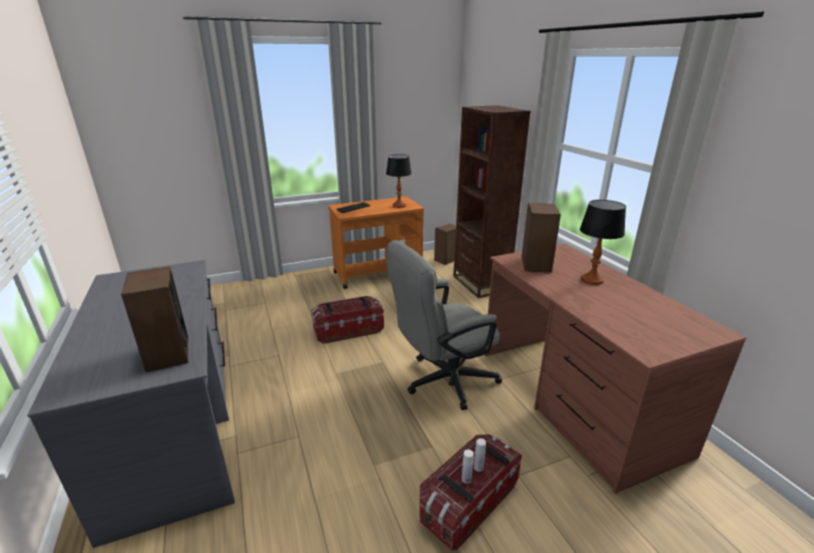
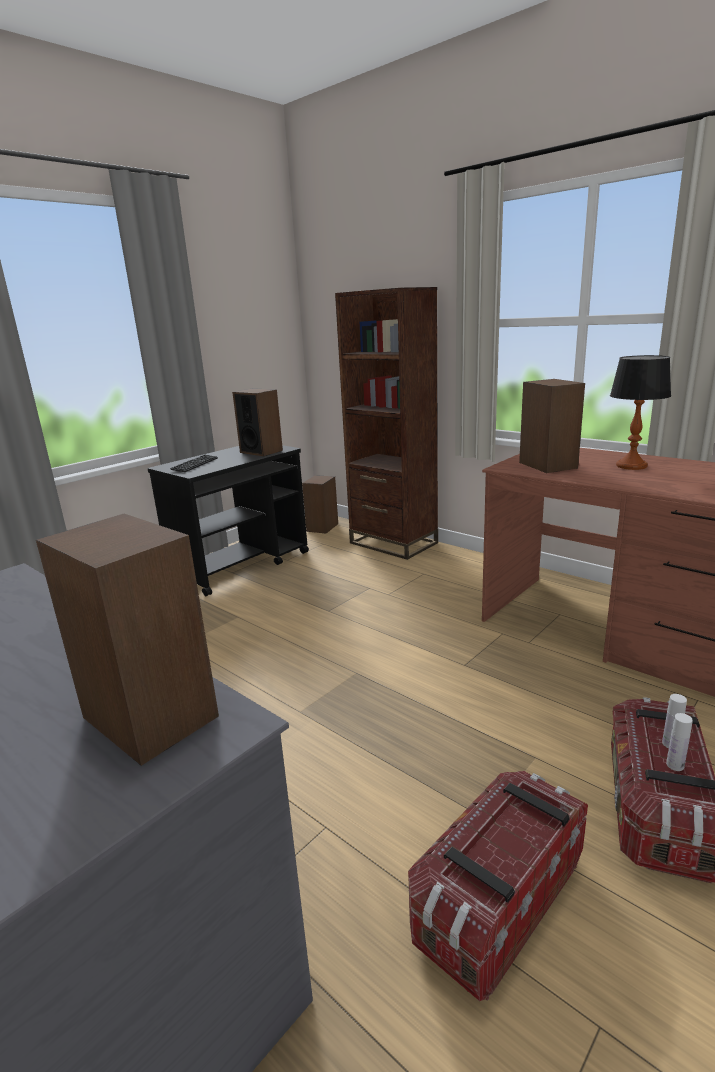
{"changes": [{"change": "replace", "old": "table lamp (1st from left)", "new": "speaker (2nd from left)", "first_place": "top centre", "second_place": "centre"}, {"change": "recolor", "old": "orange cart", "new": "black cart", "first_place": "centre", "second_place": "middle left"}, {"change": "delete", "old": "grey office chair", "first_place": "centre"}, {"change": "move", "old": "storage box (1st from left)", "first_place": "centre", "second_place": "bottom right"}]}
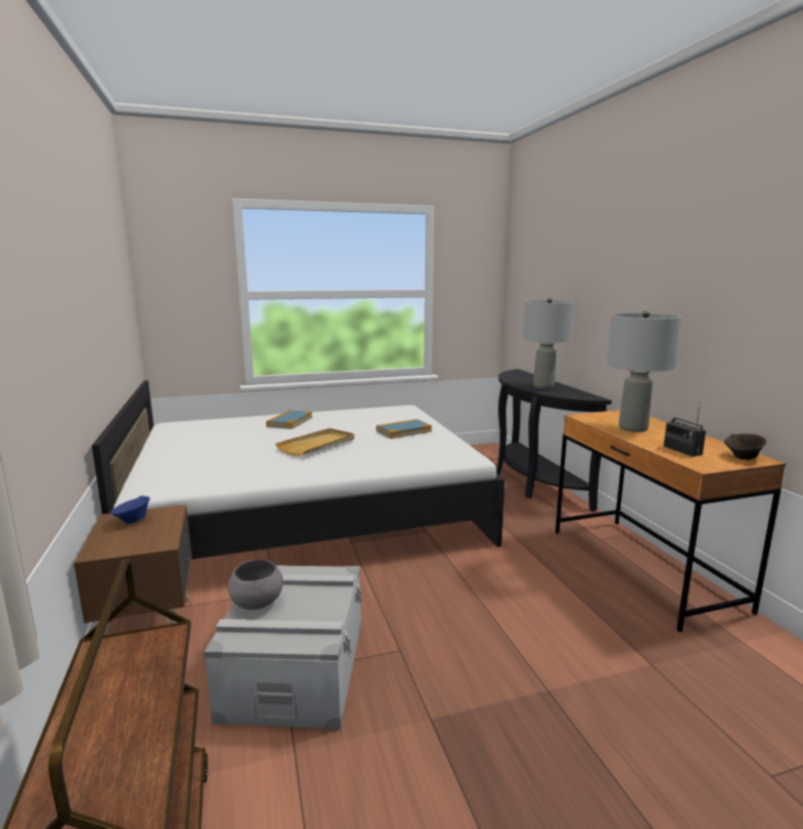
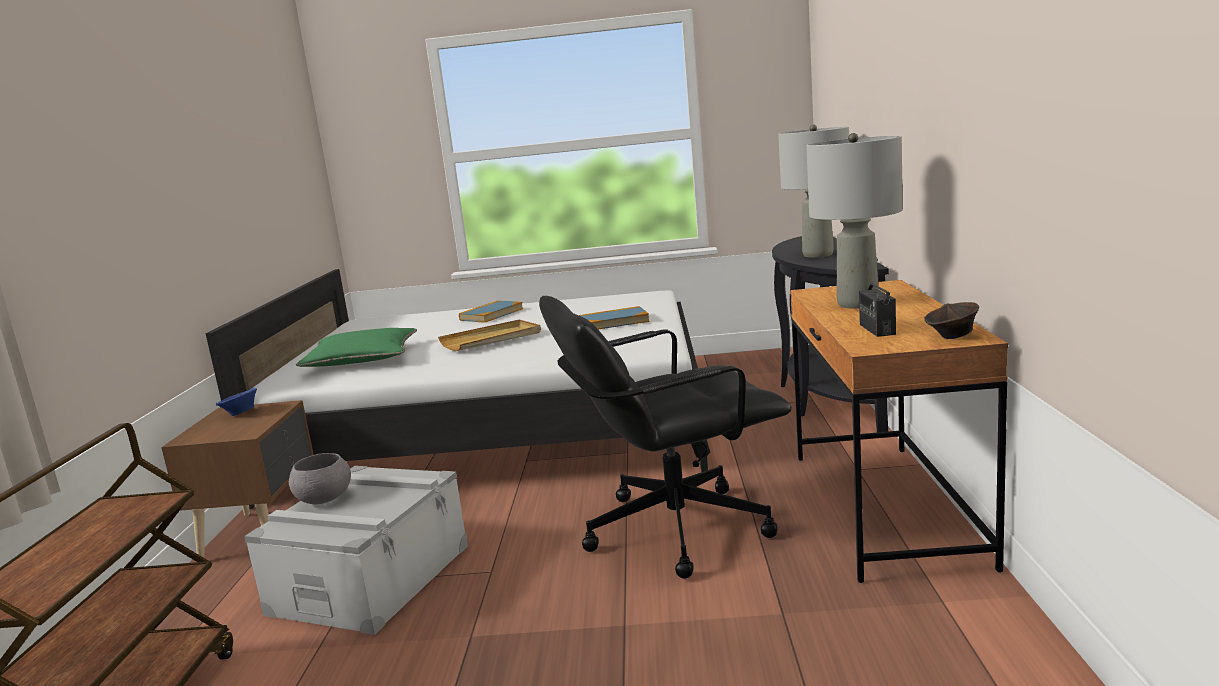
{"changes": [{"change": "insert", "new": "black office chair", "second_place": "centre"}, {"change": "insert", "new": "green pillow", "second_place": "middle left"}]}
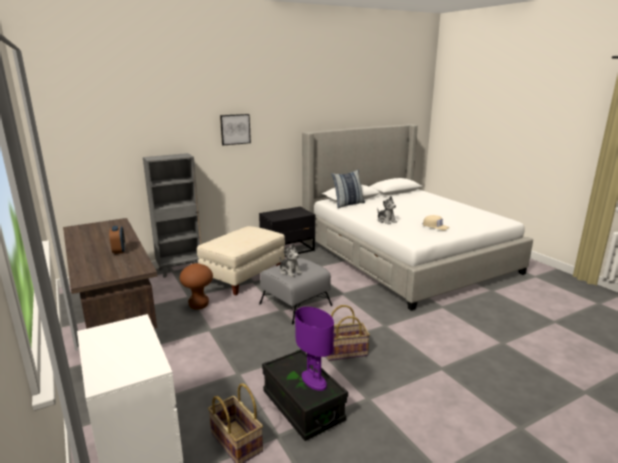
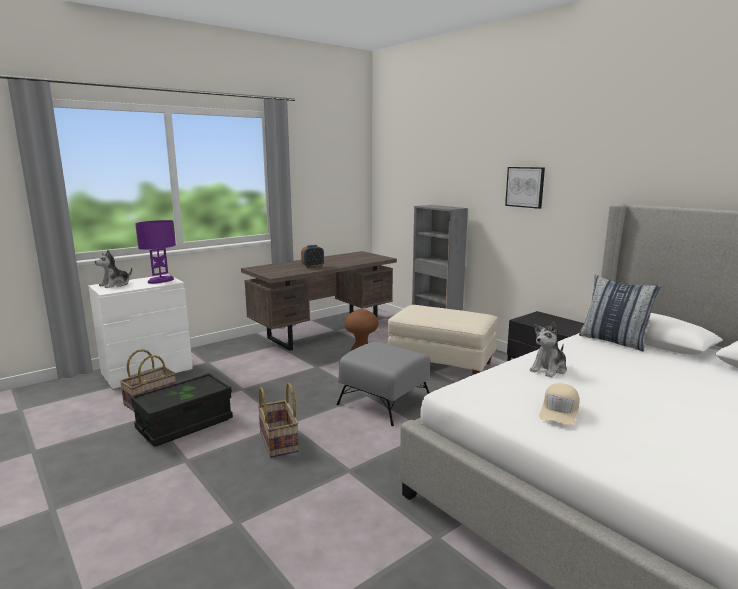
{"changes": [{"change": "move", "old": "plush toy (1st from left)", "first_place": "centre", "second_place": "middle left"}, {"change": "move", "old": "purple table lamp", "first_place": "bottom centre", "second_place": "middle left"}]}
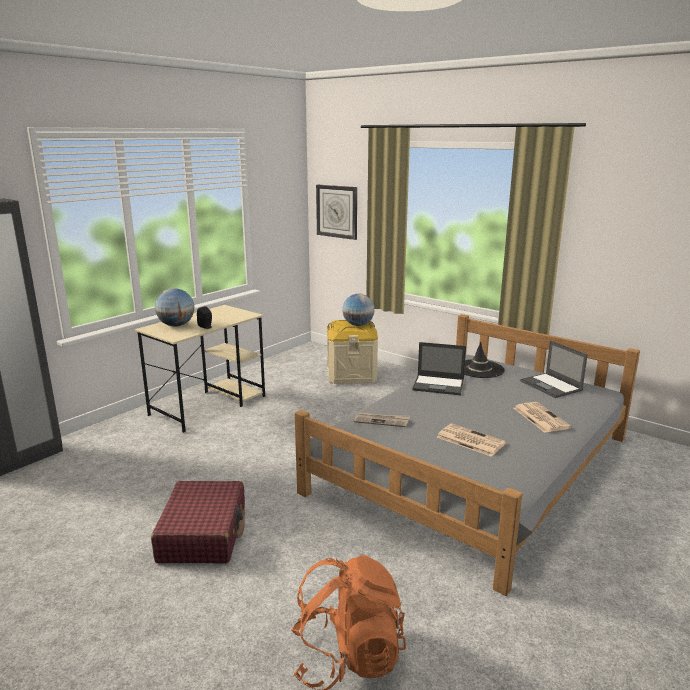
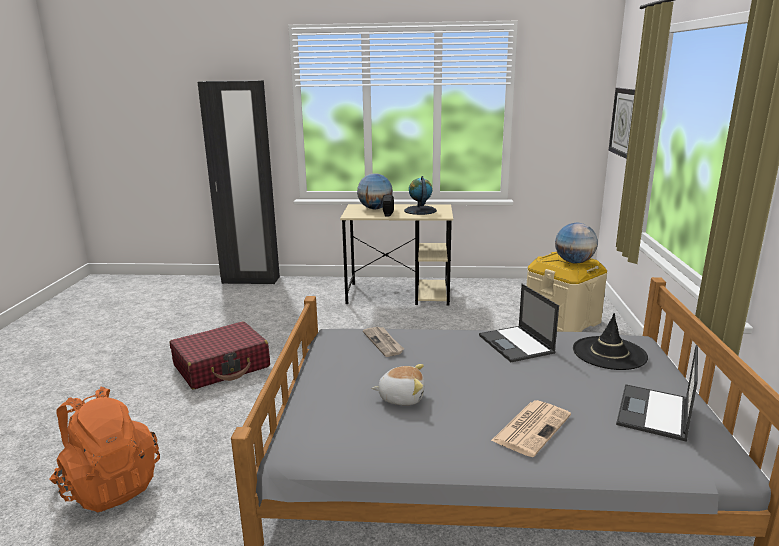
{"changes": [{"change": "replace", "old": "newspaper (2nd from left)", "new": "plush toy", "first_place": "middle right", "second_place": "bottom centre"}, {"change": "insert", "new": "globe (2nd from left)", "second_place": "centre"}]}
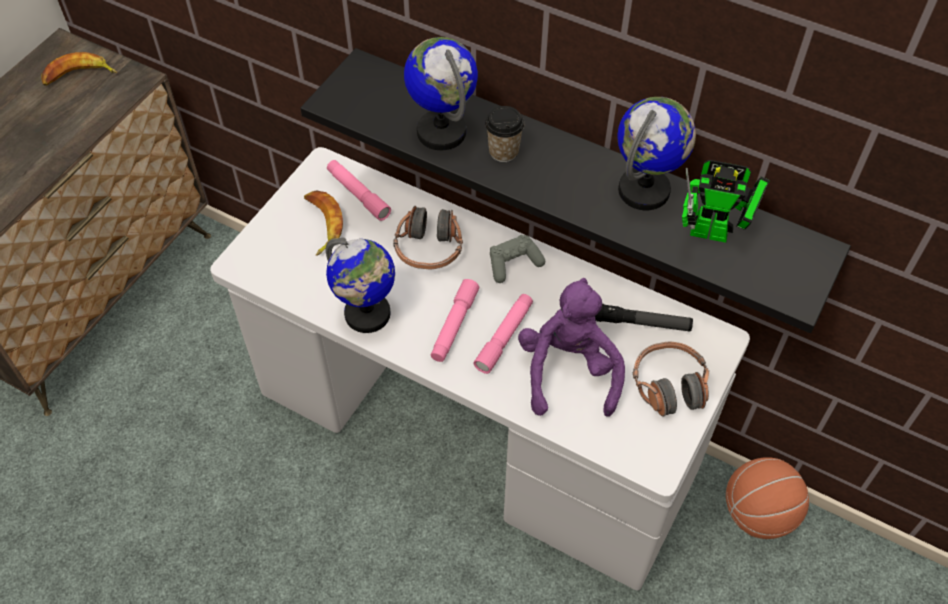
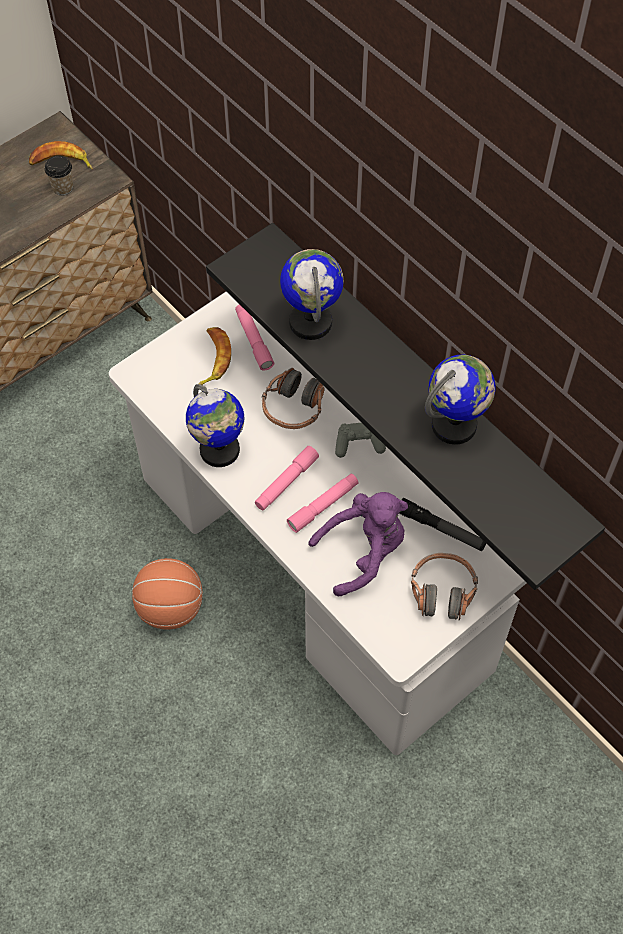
{"changes": [{"change": "move", "old": "cup", "first_place": "top centre", "second_place": "top left"}, {"change": "delete", "old": "toy robot", "first_place": "top right"}, {"change": "rotate", "old": "purple plush toy", "first_place": "centre", "second_place": "centre", "degrees": 45}, {"change": "move", "old": "basketball", "first_place": "bottom right", "second_place": "middle left"}]}
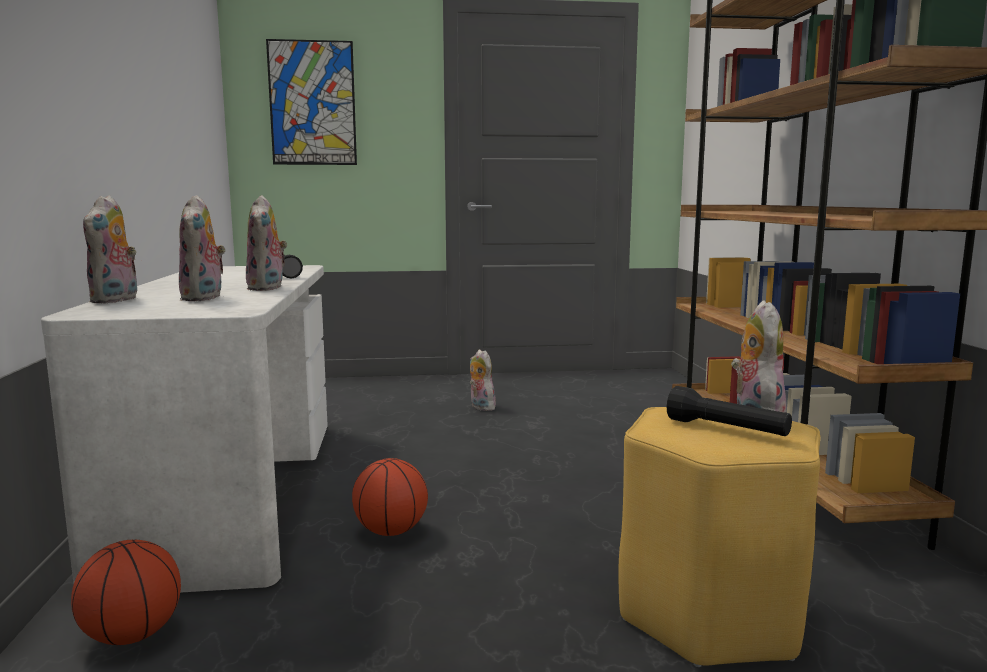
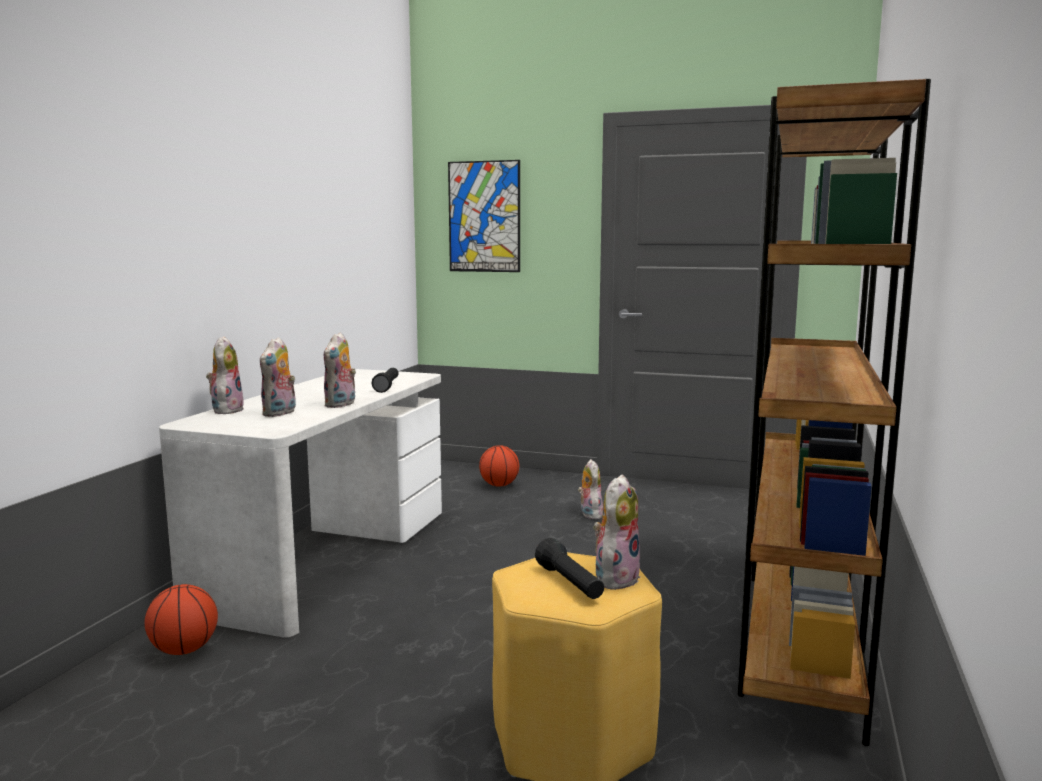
{"changes": [{"change": "rotate", "old": "plush toy (1st from left)", "first_place": "middle left", "second_place": "middle left", "degrees": 150}, {"change": "move", "old": "basketball (2nd from left)", "first_place": "bottom centre", "second_place": "centre"}]}
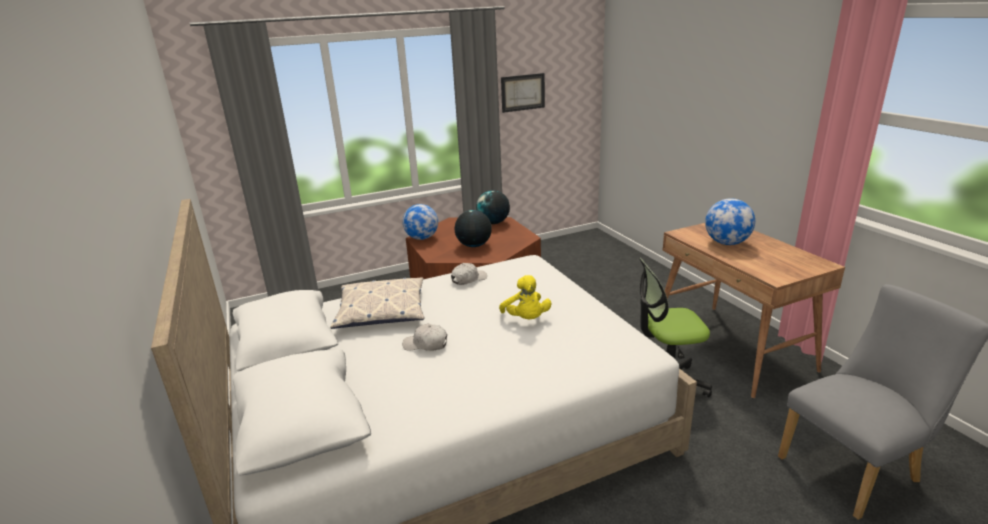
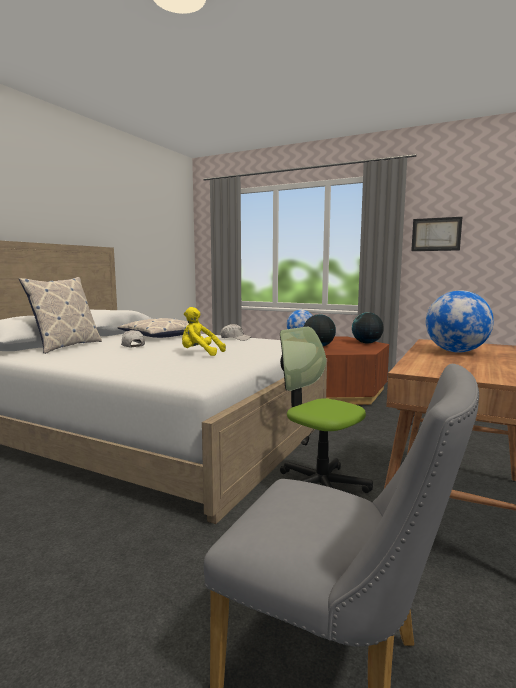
{"changes": [{"change": "rotate", "old": "yellow plush toy", "first_place": "centre", "second_place": "centre", "degrees": 75}, {"change": "insert", "new": "pillow (1st from left)", "second_place": "middle left"}]}
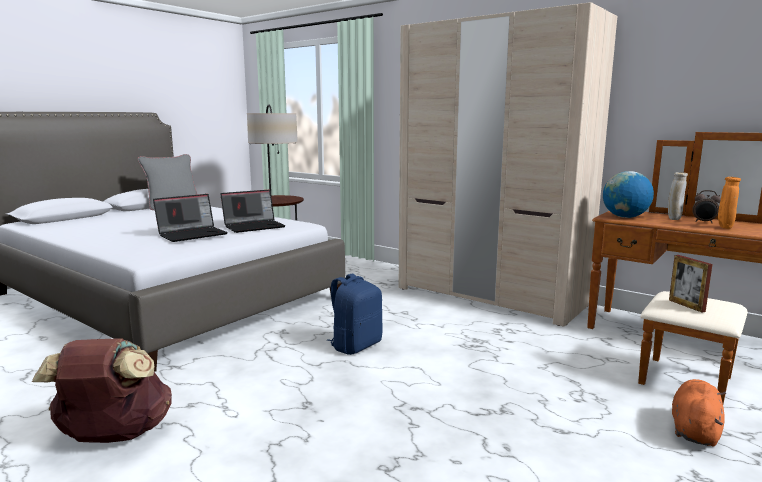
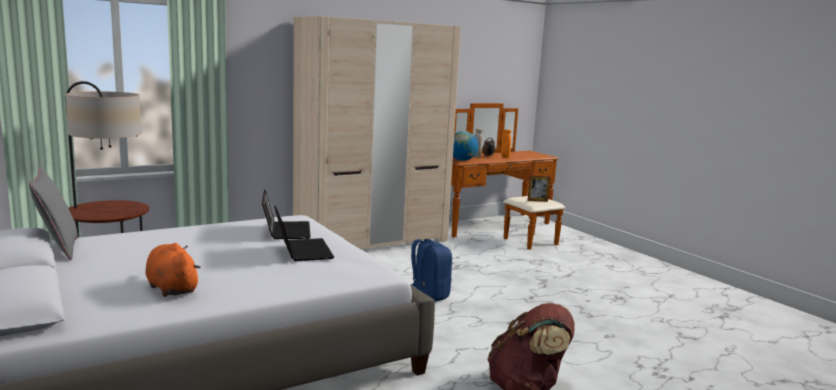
{"changes": [{"change": "move", "old": "orange plush toy", "first_place": "bottom right", "second_place": "bottom left"}]}
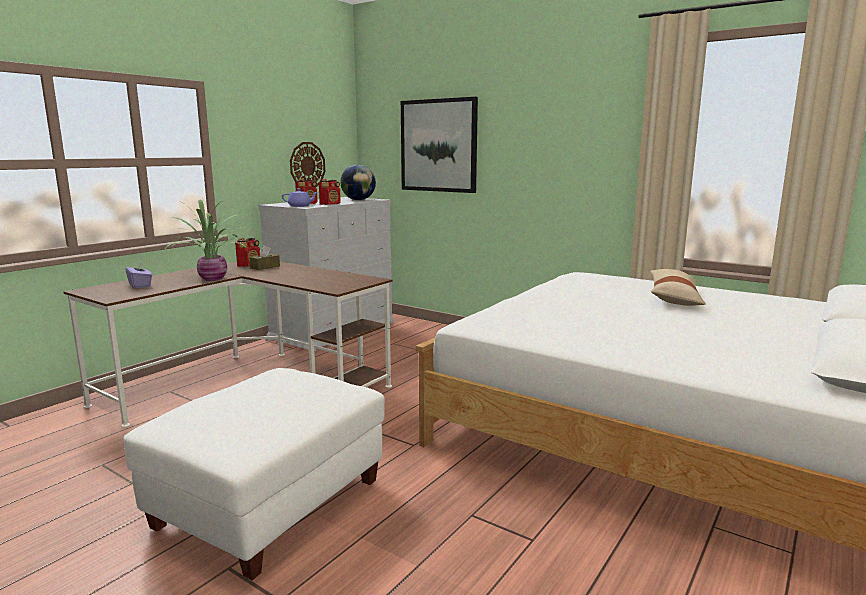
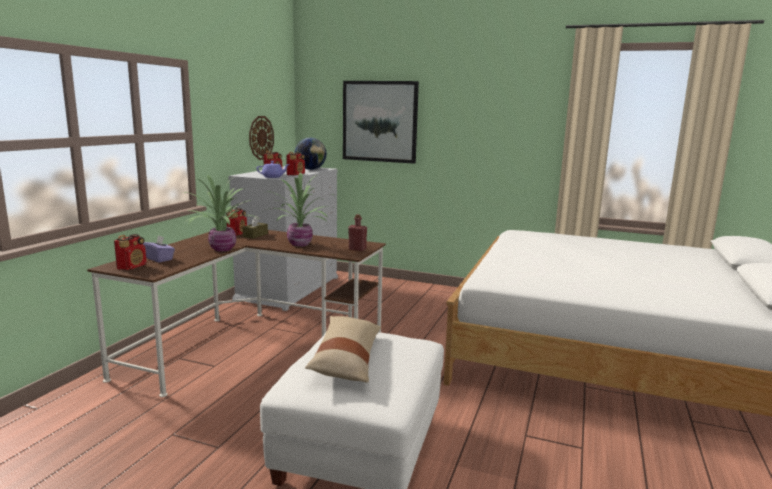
{"changes": [{"change": "move", "old": "beige pillow", "first_place": "middle right", "second_place": "bottom centre"}, {"change": "insert", "new": "potted plant (2nd from left)", "second_place": "centre"}, {"change": "insert", "new": "red bottle", "second_place": "centre"}, {"change": "insert", "new": "radio (1st from left)", "second_place": "middle left"}]}
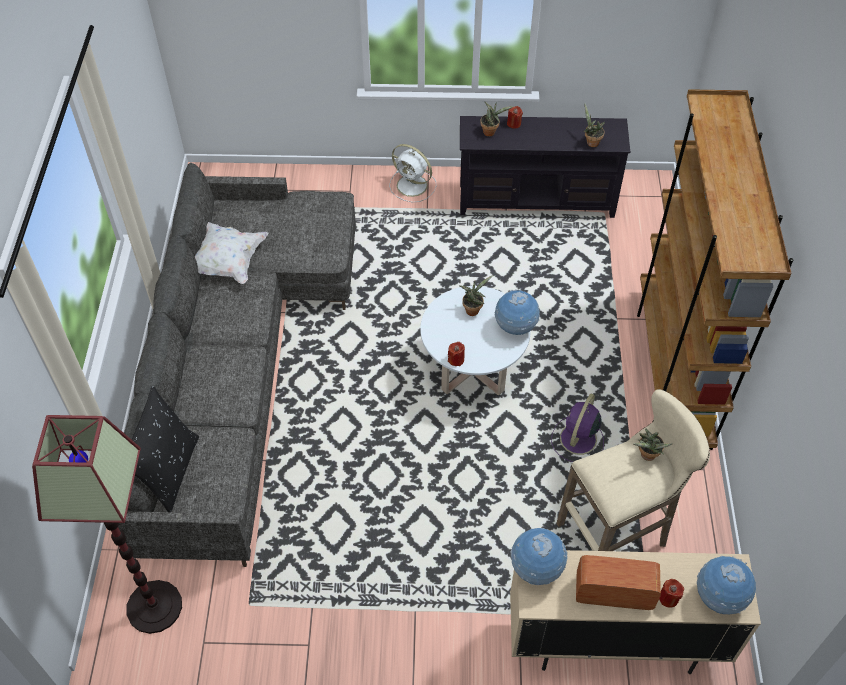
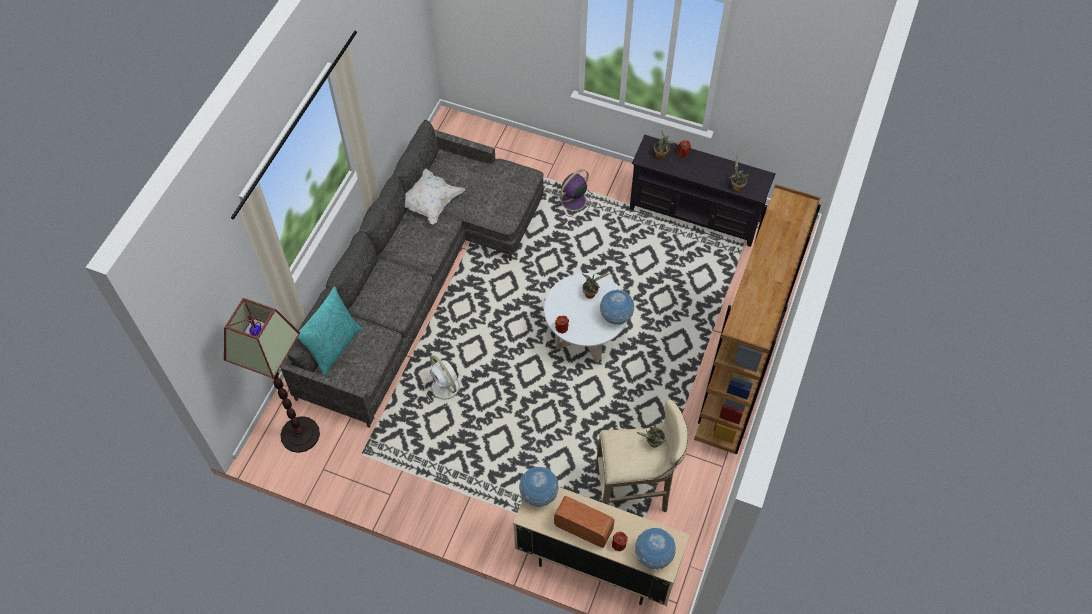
{"changes": [{"change": "move", "old": "white fan", "first_place": "top centre", "second_place": "centre"}, {"change": "recolor", "old": "black pillow", "new": "turquoise pillow", "first_place": "middle left", "second_place": "middle left"}, {"change": "move", "old": "purple fan", "first_place": "middle right", "second_place": "top centre"}]}
